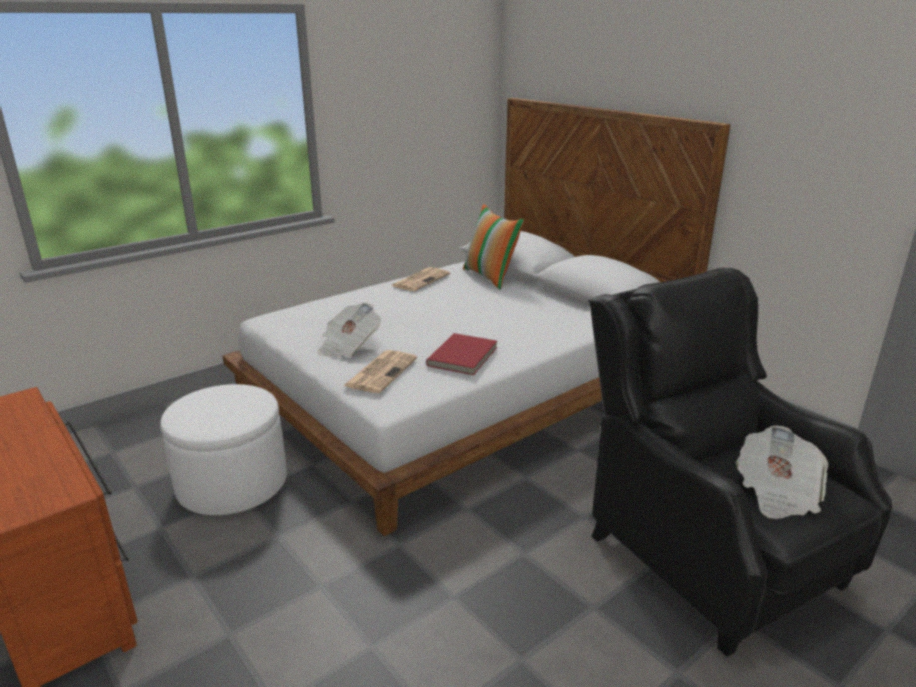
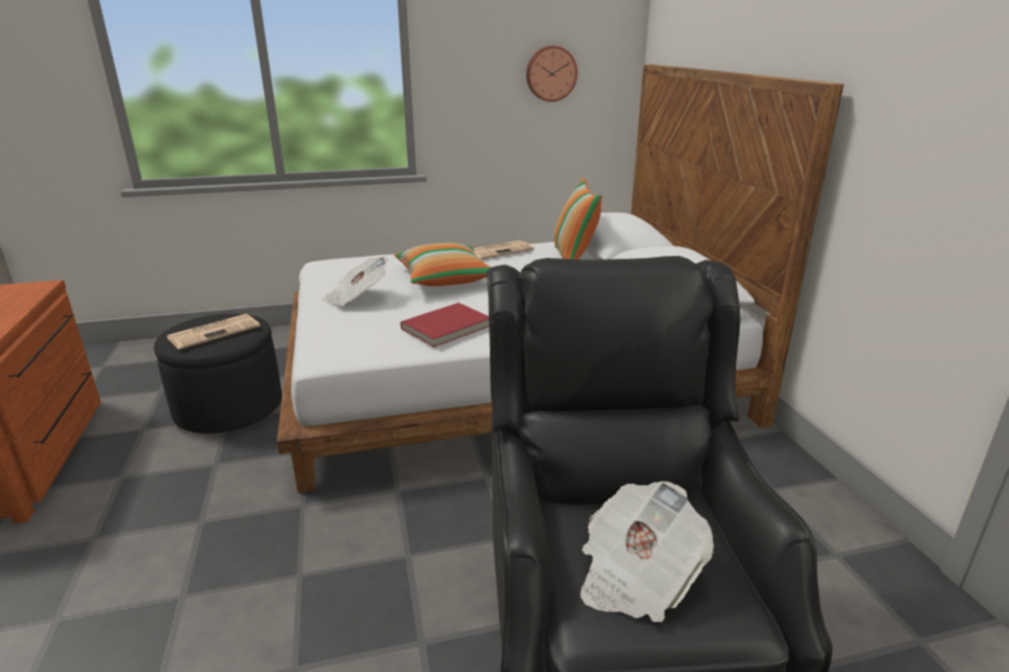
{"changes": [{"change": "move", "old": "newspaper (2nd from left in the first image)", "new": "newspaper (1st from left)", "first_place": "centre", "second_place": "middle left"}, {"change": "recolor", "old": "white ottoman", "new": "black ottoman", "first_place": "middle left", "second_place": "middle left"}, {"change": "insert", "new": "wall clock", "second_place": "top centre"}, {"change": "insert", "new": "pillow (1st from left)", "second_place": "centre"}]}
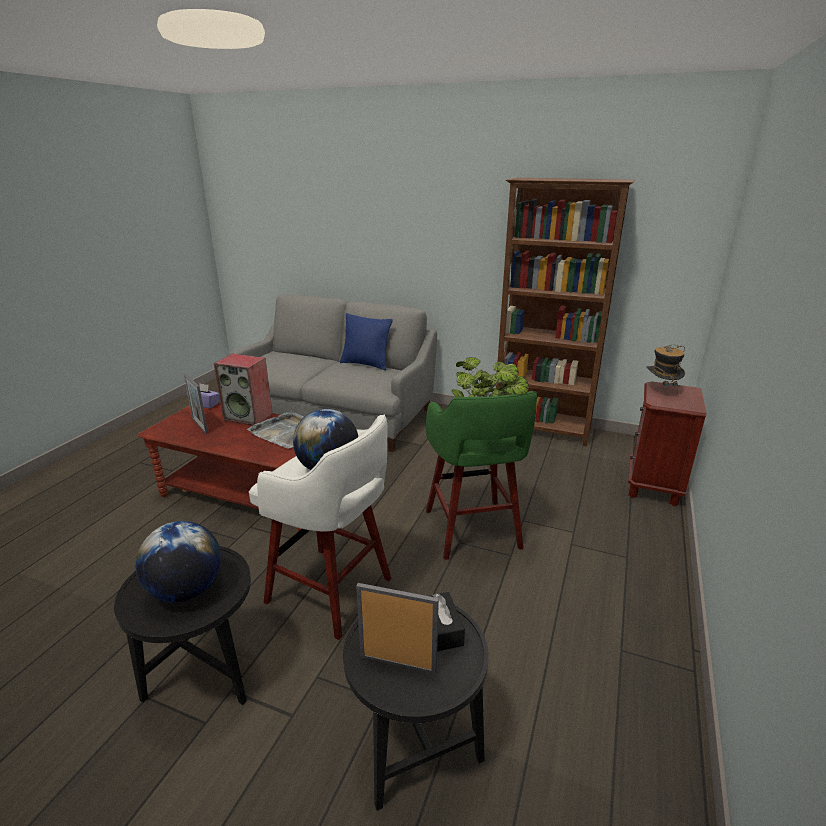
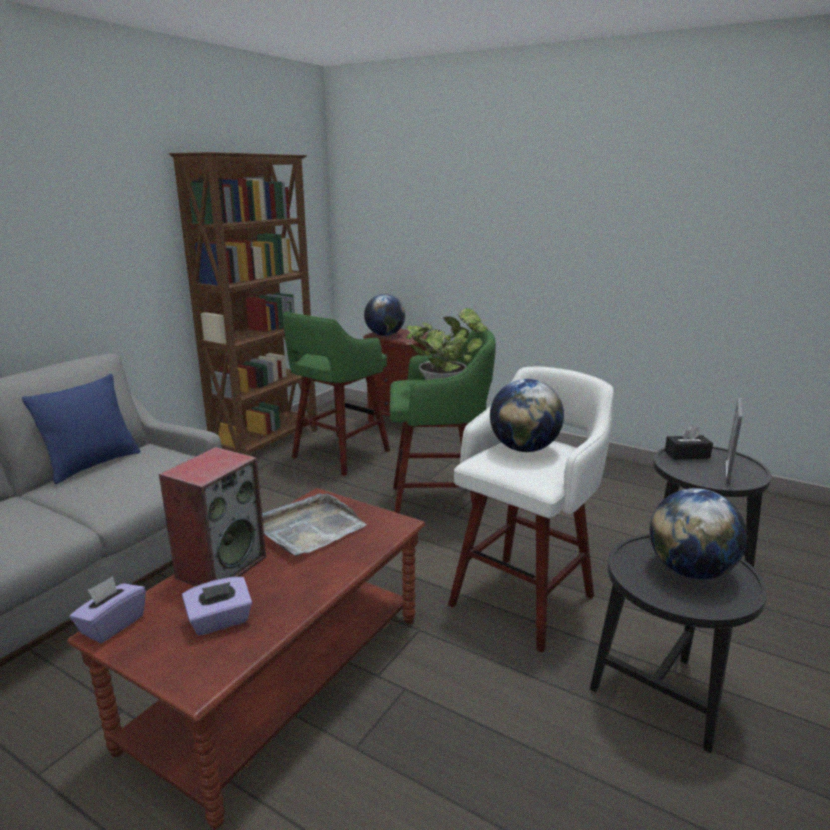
{"changes": [{"change": "replace", "old": "hat", "new": "globe (1st from left)", "first_place": "middle right", "second_place": "centre"}, {"change": "replace", "old": "picture frame (1st from left)", "new": "purple tissue box (2nd from left)", "first_place": "middle left", "second_place": "bottom left"}, {"change": "insert", "new": "green stool (1st from left)", "second_place": "centre"}]}
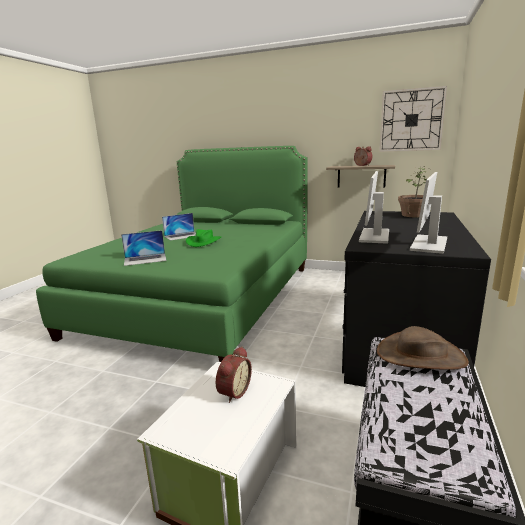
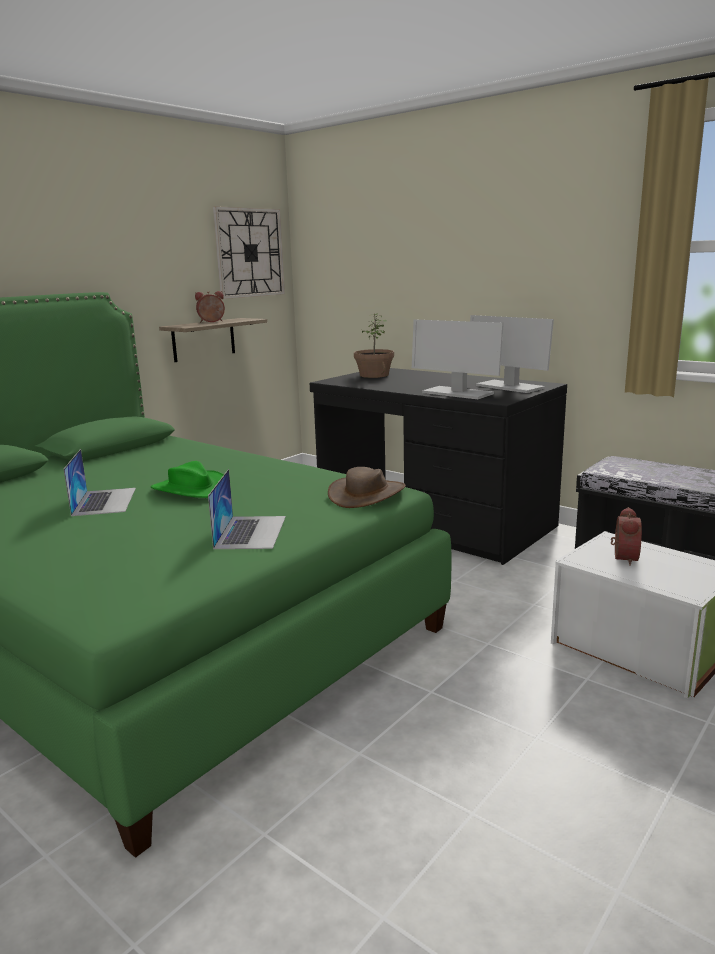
{"changes": [{"change": "move", "old": "brown hat", "first_place": "middle right", "second_place": "centre"}, {"change": "rotate", "old": "alarm clock (1st from left in the first image)", "first_place": "bottom centre", "second_place": "middle right", "degrees": 60}]}
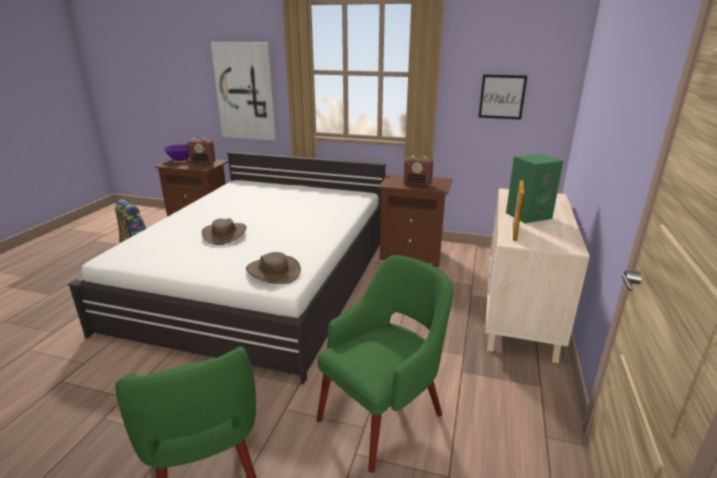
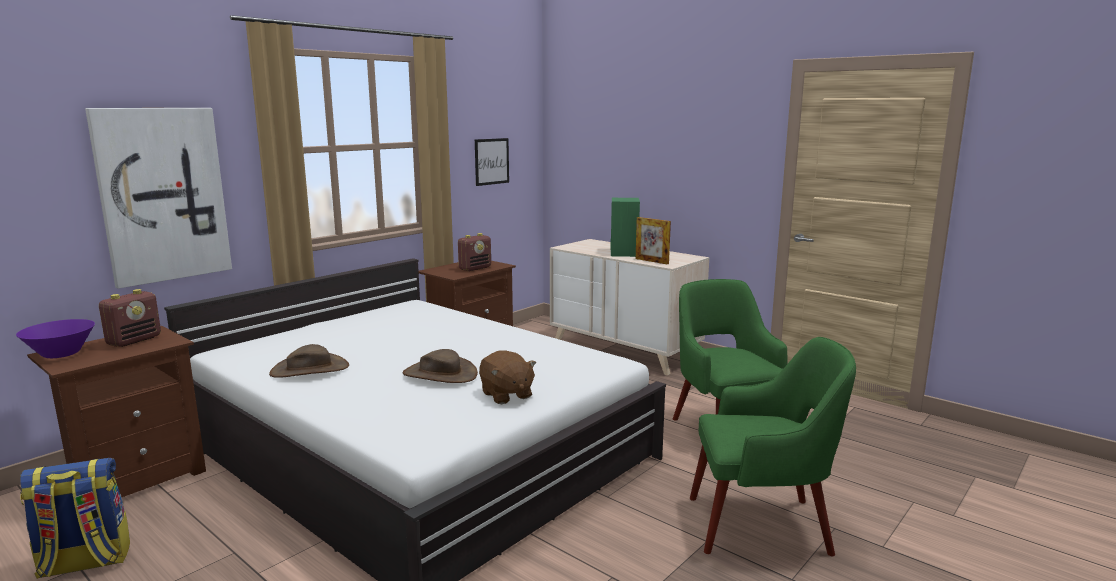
{"changes": [{"change": "move", "old": "brown hat (2nd from left in the first image)", "new": "brown hat (1st from left)", "first_place": "centre", "second_place": "middle left"}, {"change": "insert", "new": "brown plush toy", "second_place": "centre"}]}
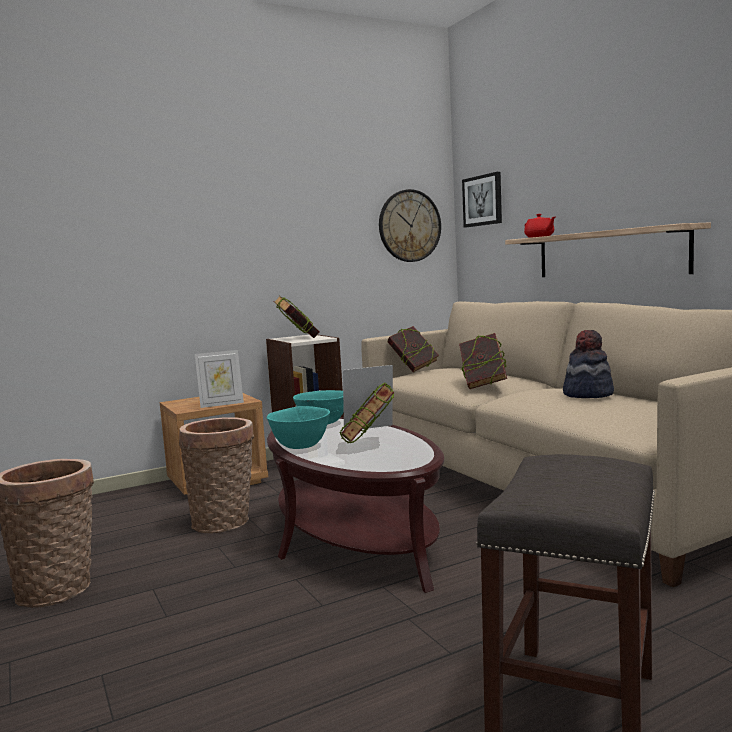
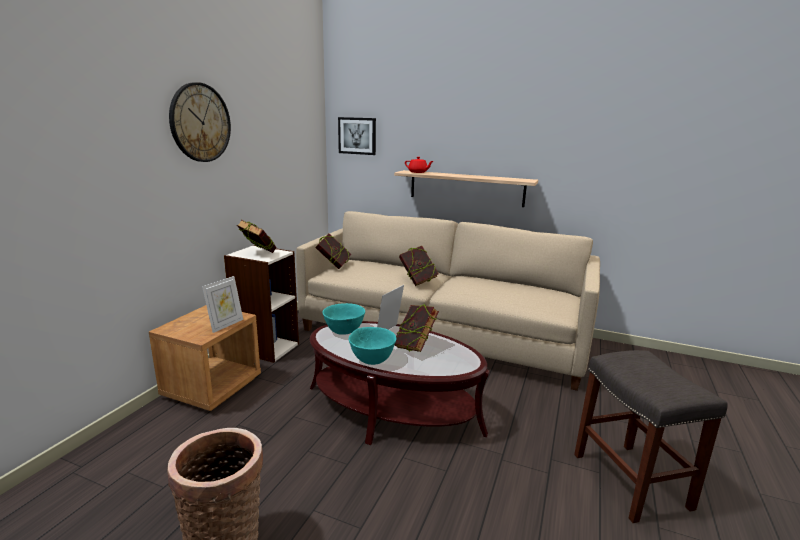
{"changes": [{"change": "move", "old": "wall clock", "first_place": "top centre", "second_place": "top left"}, {"change": "delete", "old": "hat", "first_place": "middle right"}, {"change": "delete", "old": "basket (2nd from left)", "first_place": "middle left"}]}
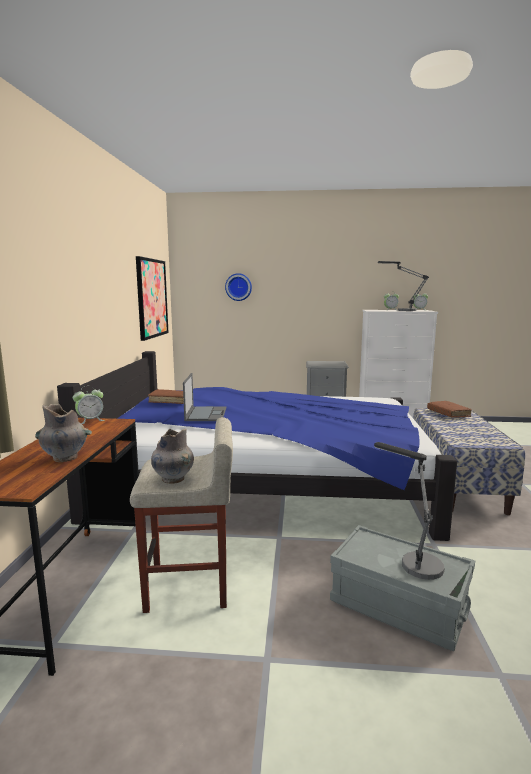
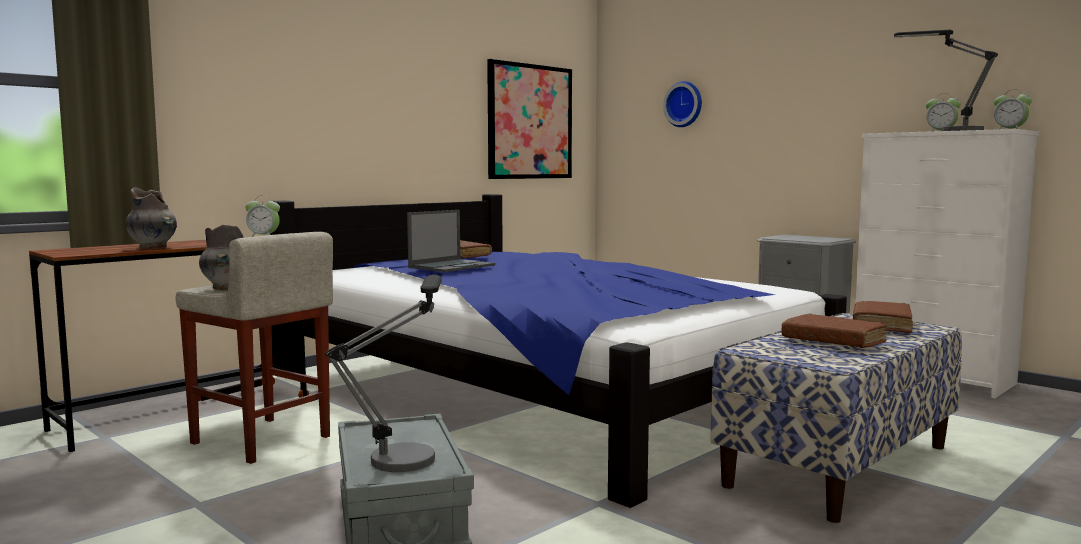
{"changes": [{"change": "insert", "new": "brown book (2nd from left)", "second_place": "middle right"}]}
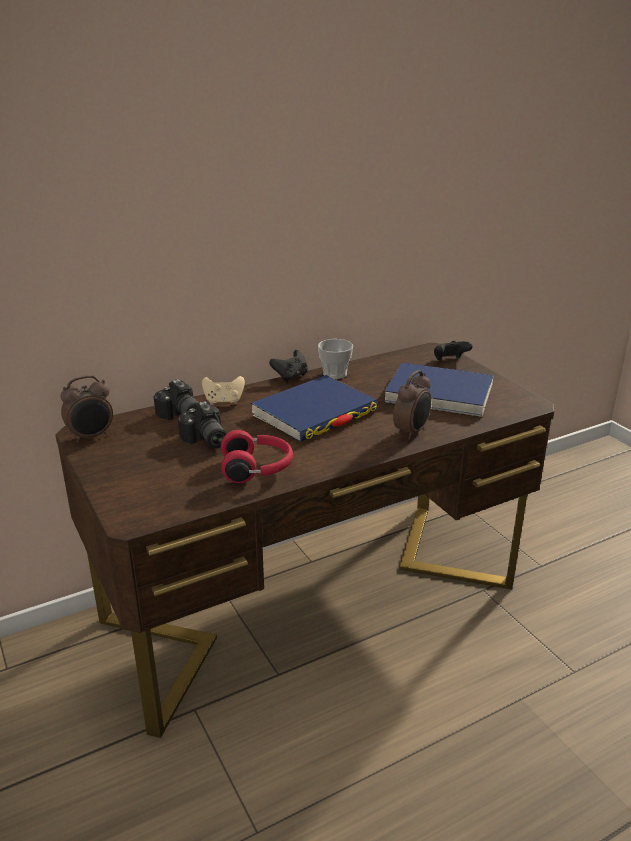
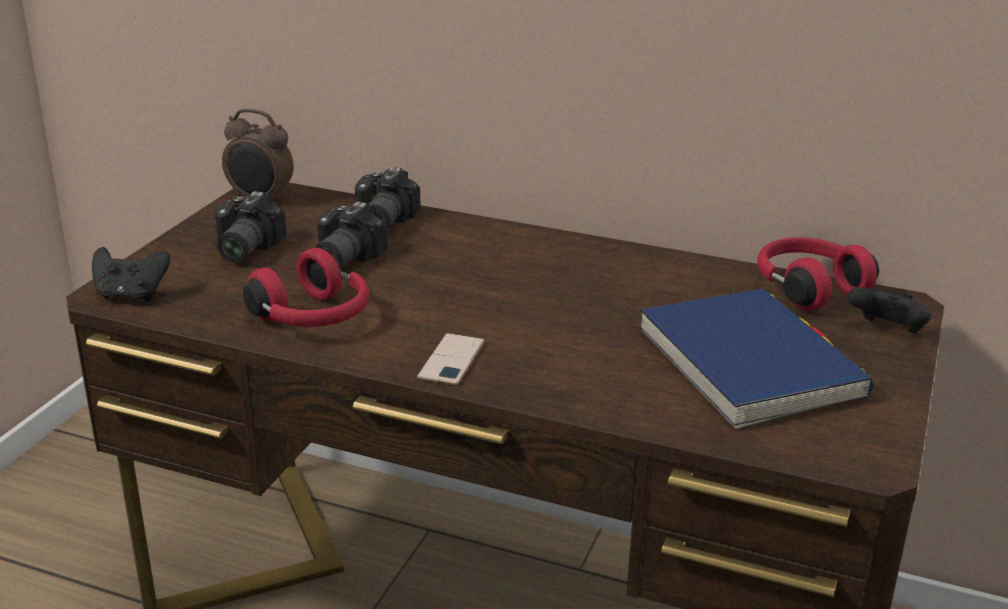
{"changes": [{"change": "delete", "old": "cup", "first_place": "centre"}, {"change": "move", "old": "black game controller (1st from left)", "first_place": "centre", "second_place": "middle left"}, {"change": "delete", "old": "alarm clock (2nd from left)", "first_place": "centre"}, {"change": "delete", "old": "blue book (1st from left)", "first_place": "centre"}, {"change": "delete", "old": "beige game controller", "first_place": "centre"}, {"change": "insert", "new": "photo camera (1st from left)", "second_place": "middle left"}, {"change": "insert", "new": "red headphones (2nd from left)", "second_place": "middle right"}, {"change": "insert", "new": "phone", "second_place": "centre"}]}
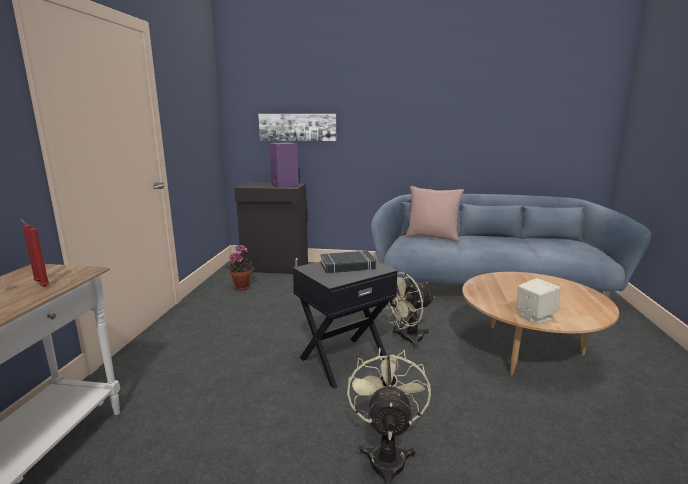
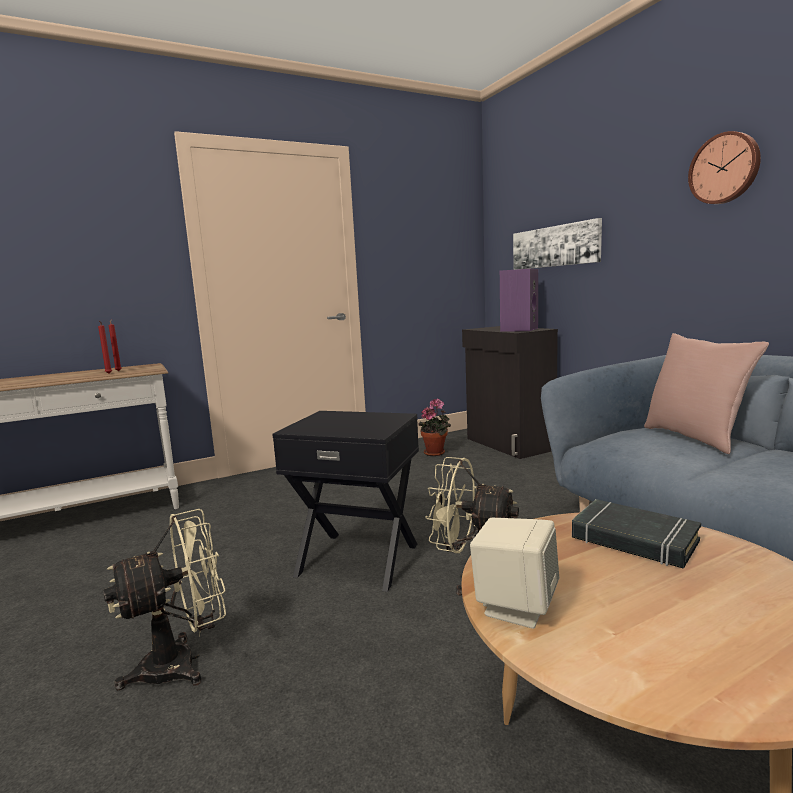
{"changes": [{"change": "move", "old": "black book", "first_place": "centre", "second_place": "bottom right"}, {"change": "insert", "new": "wall clock", "second_place": "top right"}]}
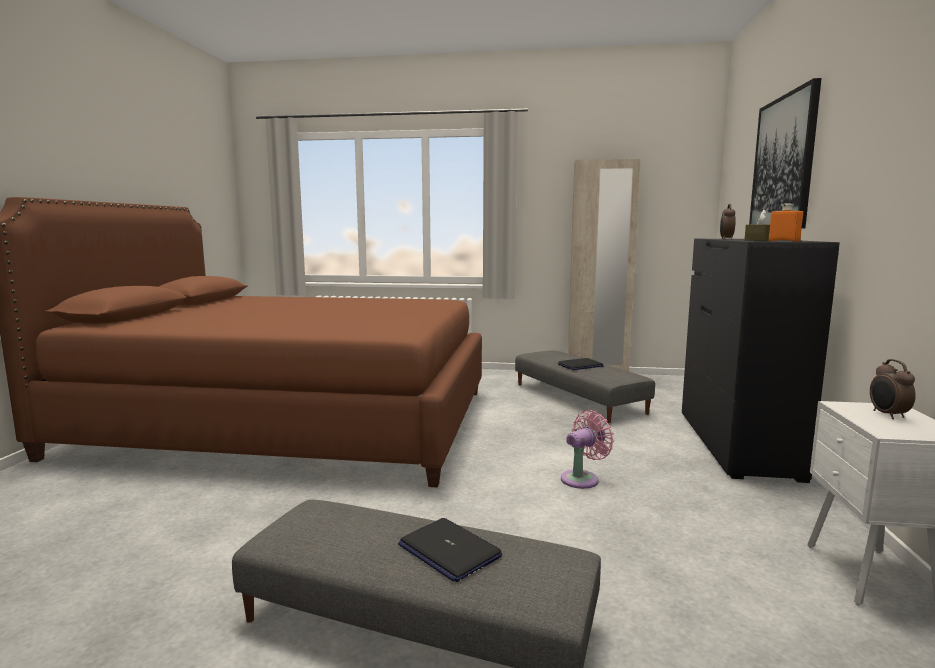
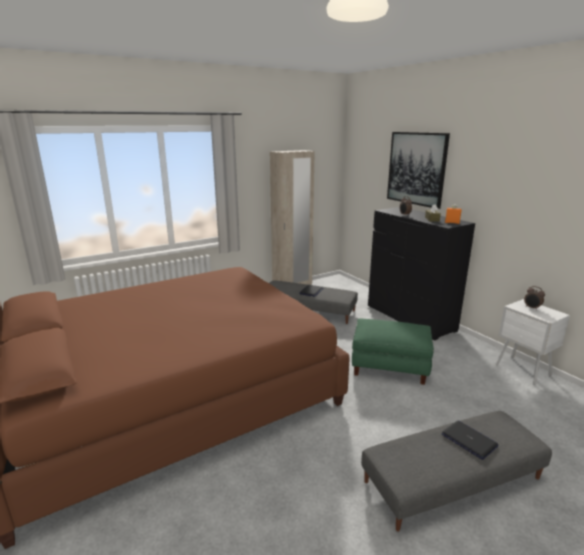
{"changes": [{"change": "replace", "old": "pink fan", "new": "green ottoman", "first_place": "bottom centre", "second_place": "middle right"}, {"change": "rotate", "old": "laptop (1st from left in the first image)", "first_place": "bottom centre", "second_place": "bottom right", "degrees": -135}]}
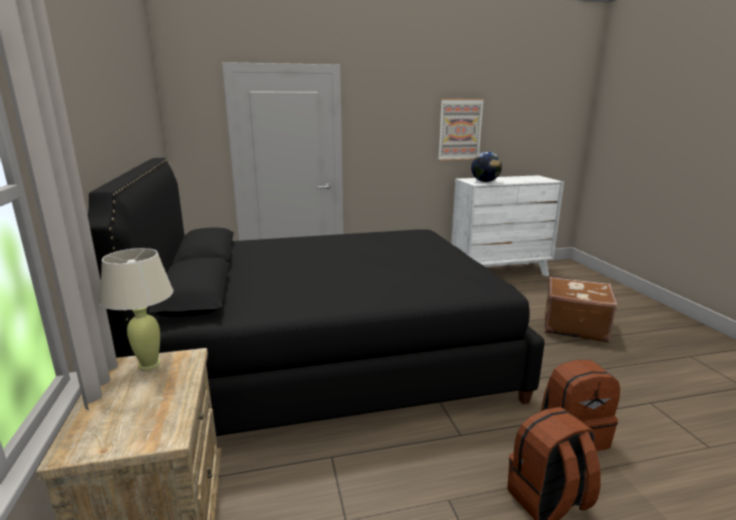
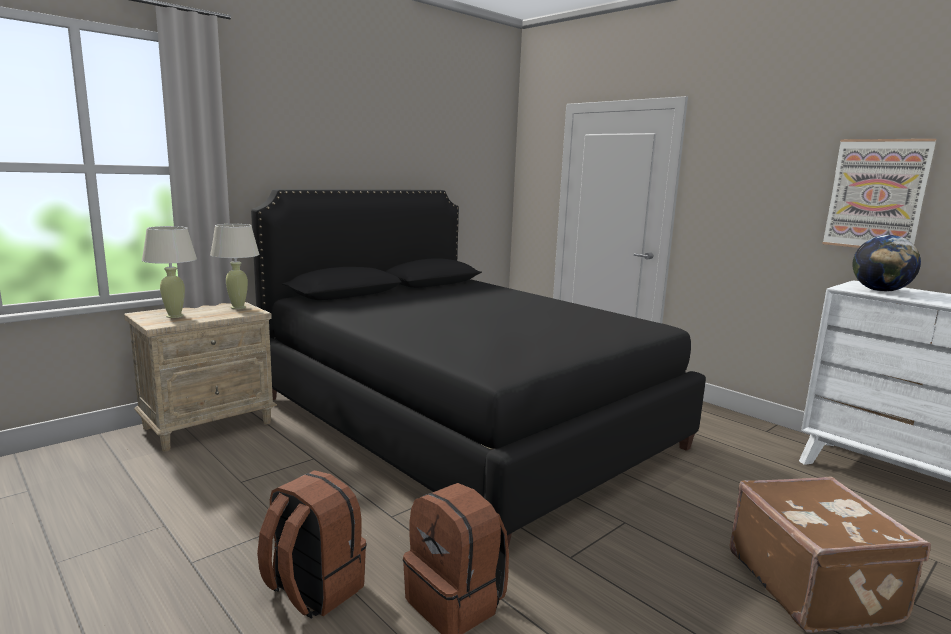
{"changes": [{"change": "insert", "new": "beige table lamp (1st from left)", "second_place": "middle left"}]}
